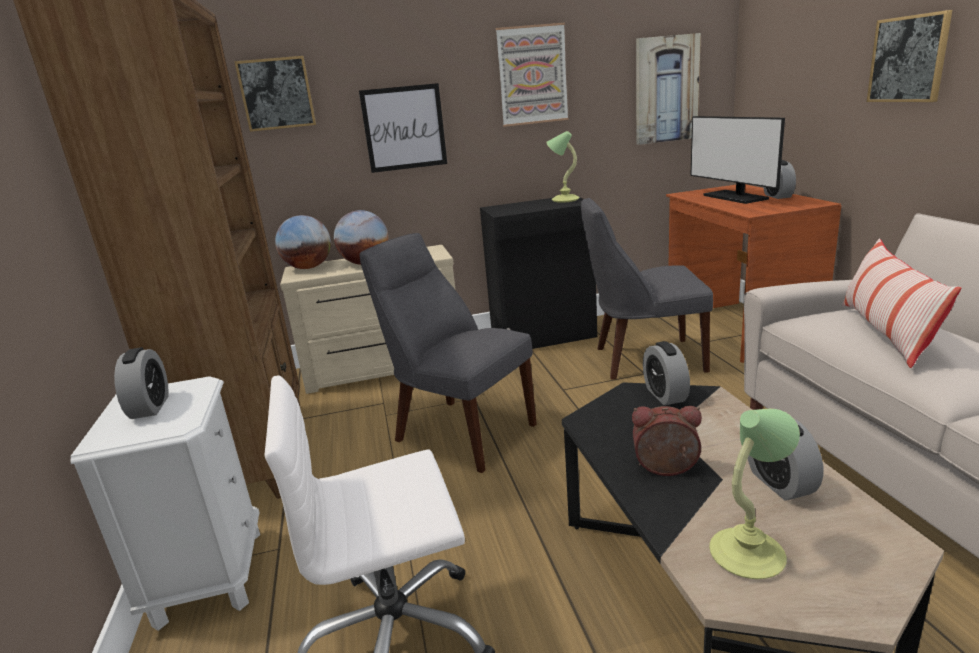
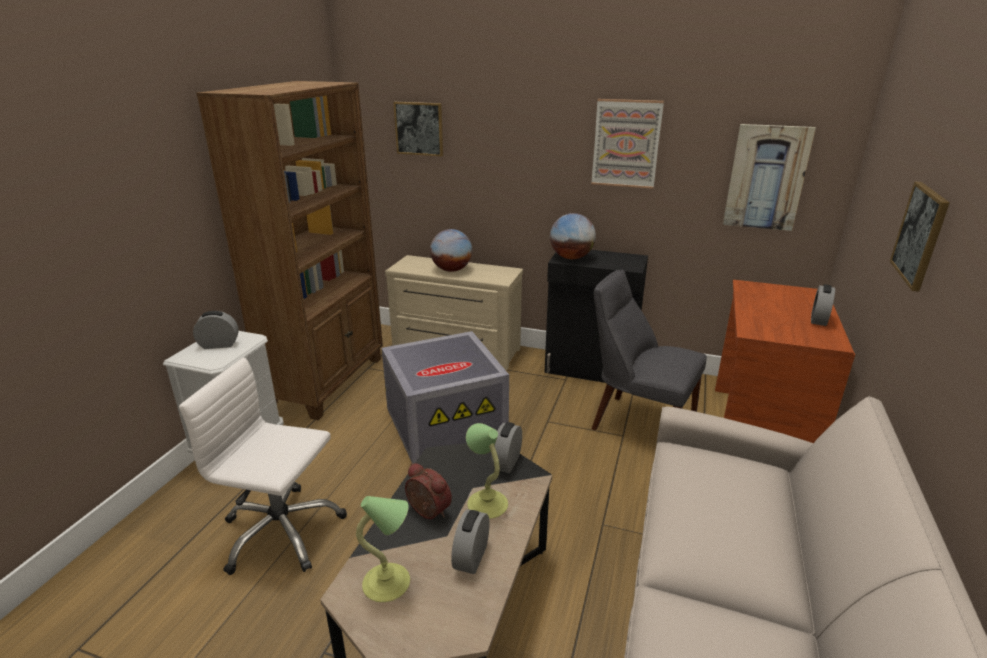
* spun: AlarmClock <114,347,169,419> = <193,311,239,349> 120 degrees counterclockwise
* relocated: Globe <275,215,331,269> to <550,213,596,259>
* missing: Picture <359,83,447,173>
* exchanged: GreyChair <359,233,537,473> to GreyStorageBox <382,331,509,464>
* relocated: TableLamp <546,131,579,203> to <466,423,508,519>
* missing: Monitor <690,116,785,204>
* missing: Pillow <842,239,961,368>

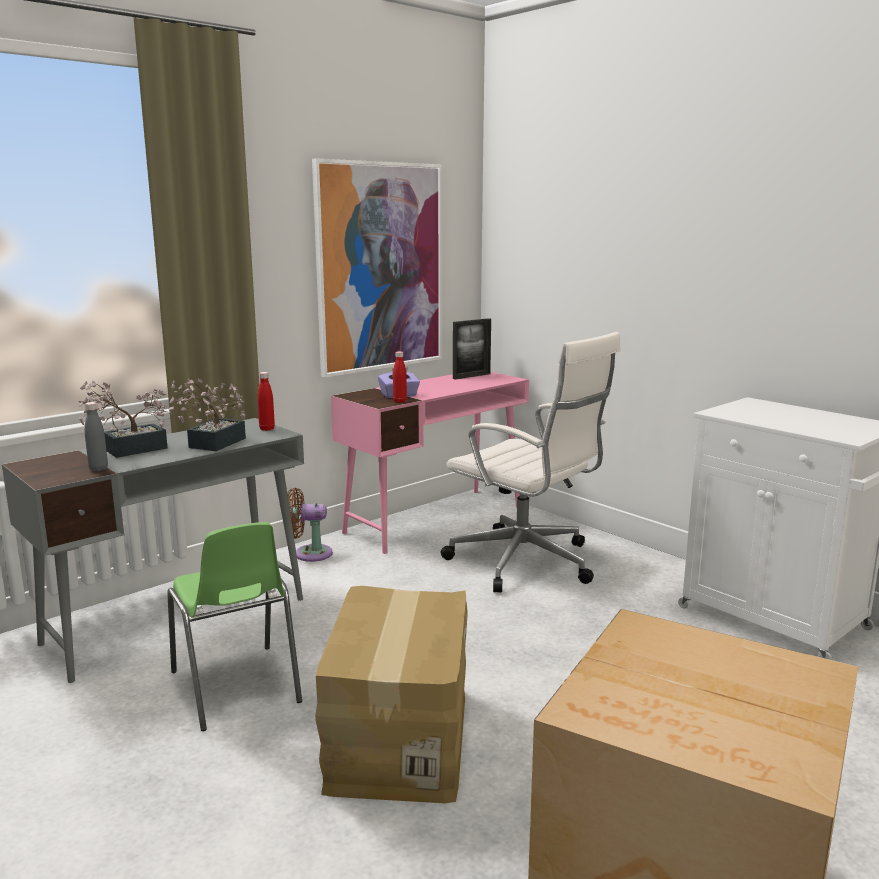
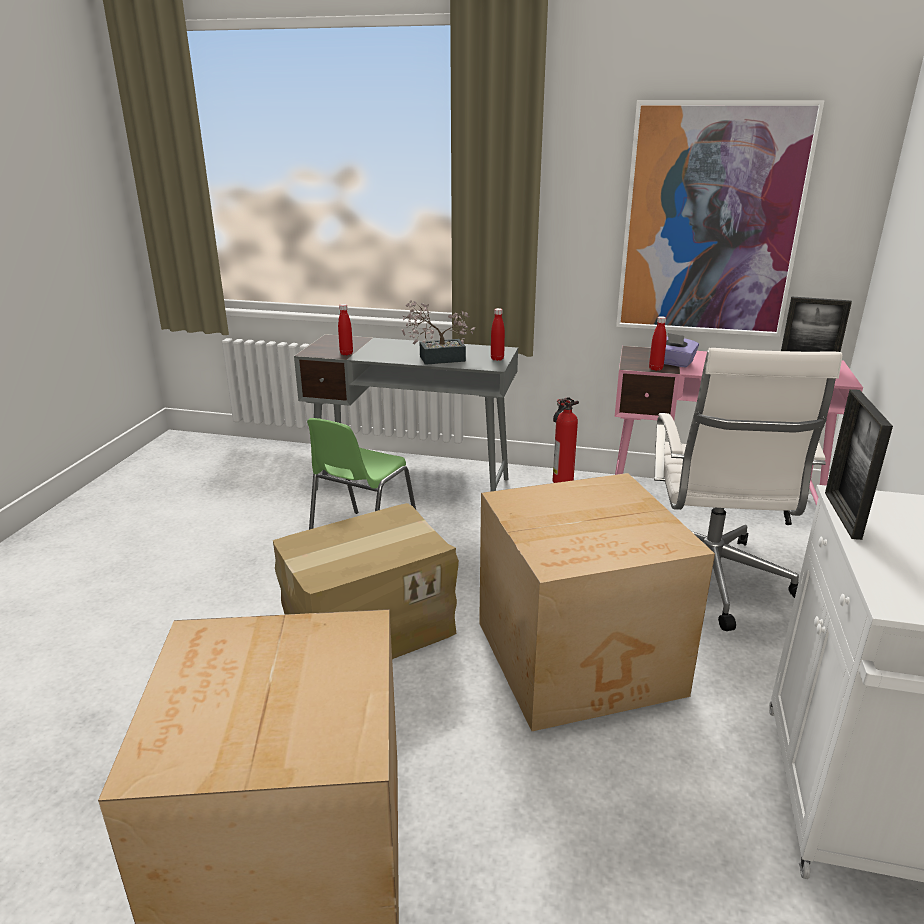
* missing: PottedPlant <79,381,174,458>
* colour: GreyBottle <85,402,108,471> to RedBottle <338,304,353,355>
* exchanged: BrownFan <287,488,333,562> to FireExtinguisher <553,397,579,483>
* appeared: CardboardBox <479,473,715,731>
* appeared: PictureFrame <825,389,893,540>

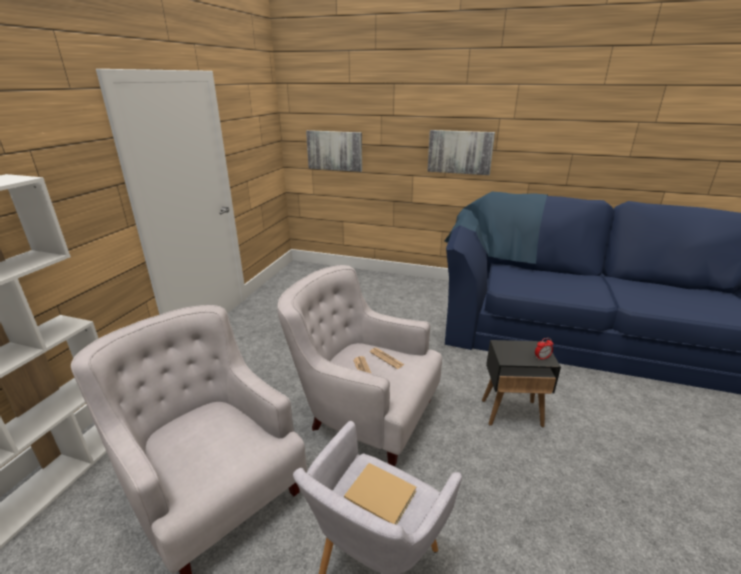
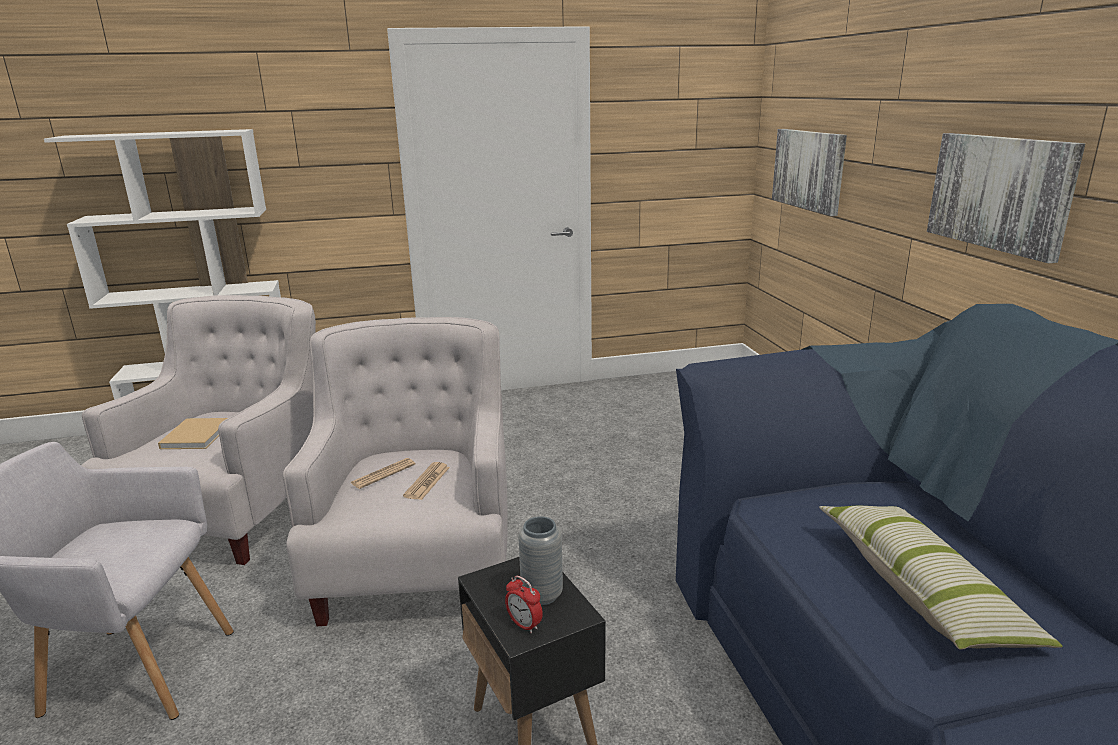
* relocated: BeigeBook <344,463,416,525> to <158,418,227,449>
* appeared: GreyVase <518,516,563,605>
* appeared: Pillow <819,506,1063,650>

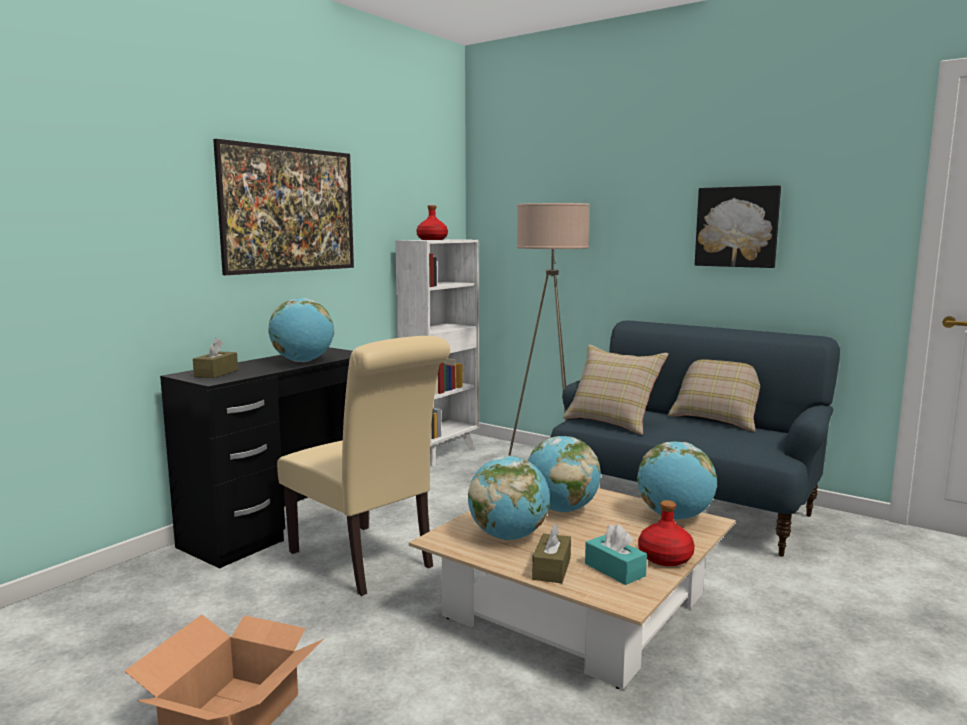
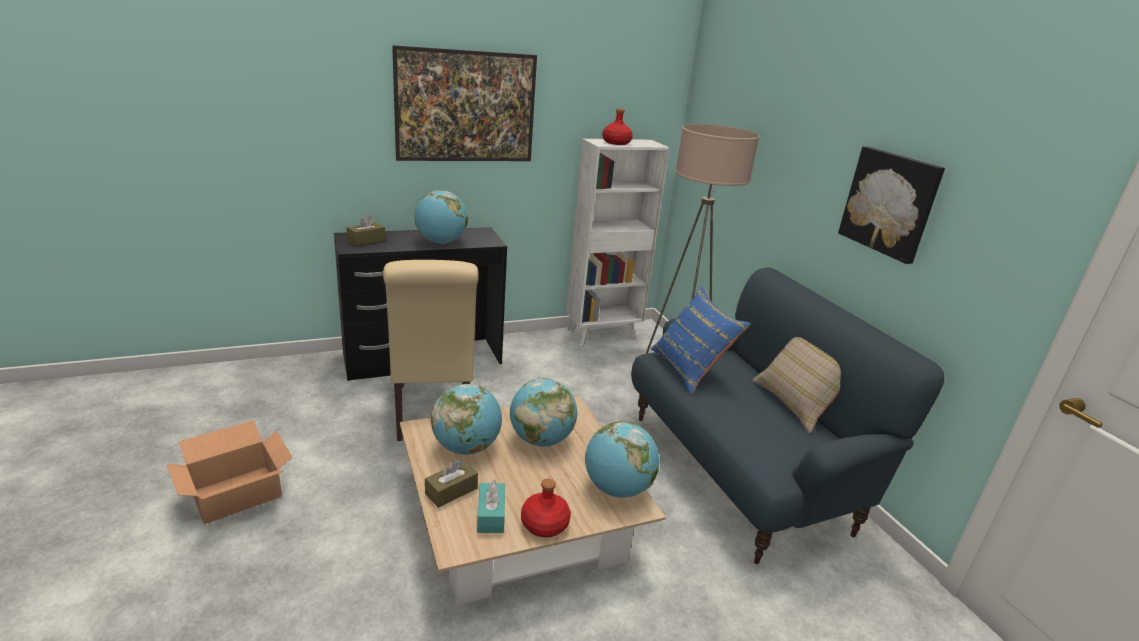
* colour: BeigePillow <563,344,668,435> to BluePillow <651,287,751,394>

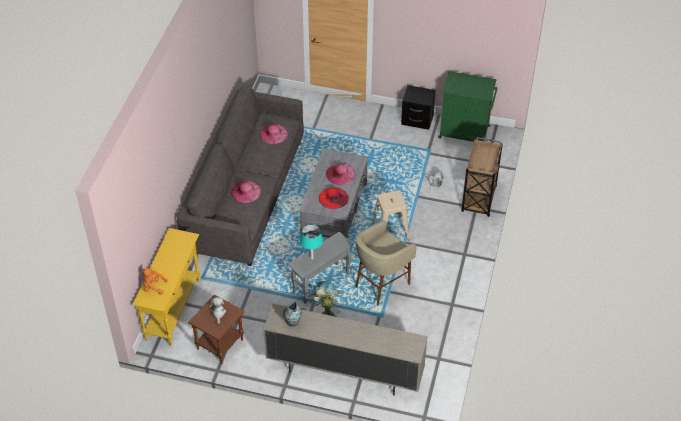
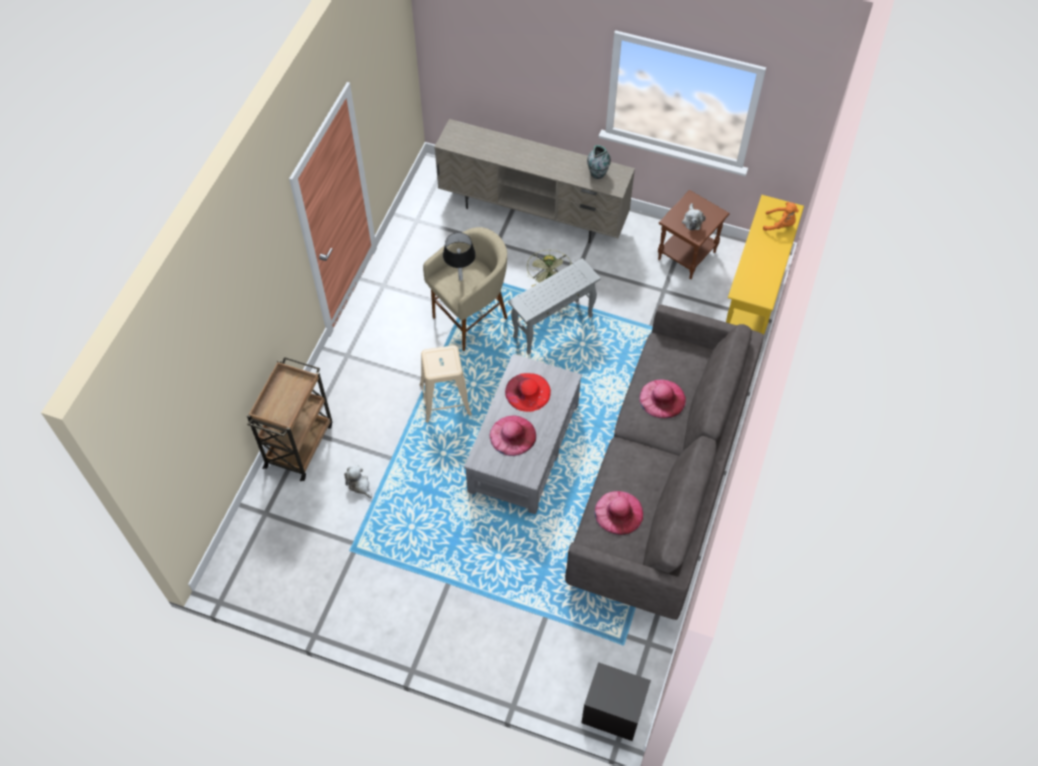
* missing: TurquoiseTableLamp <300,224,323,260>
* relocated: BlackNightstand <401,85,436,130> to <581,662,651,741>
* missing: GreenCabinet <438,71,497,142>
* appeared: BlackTableLamp <443,233,476,281>

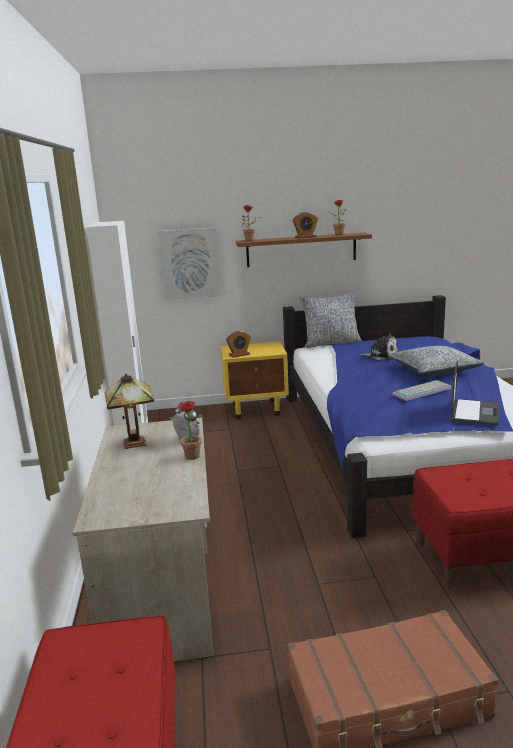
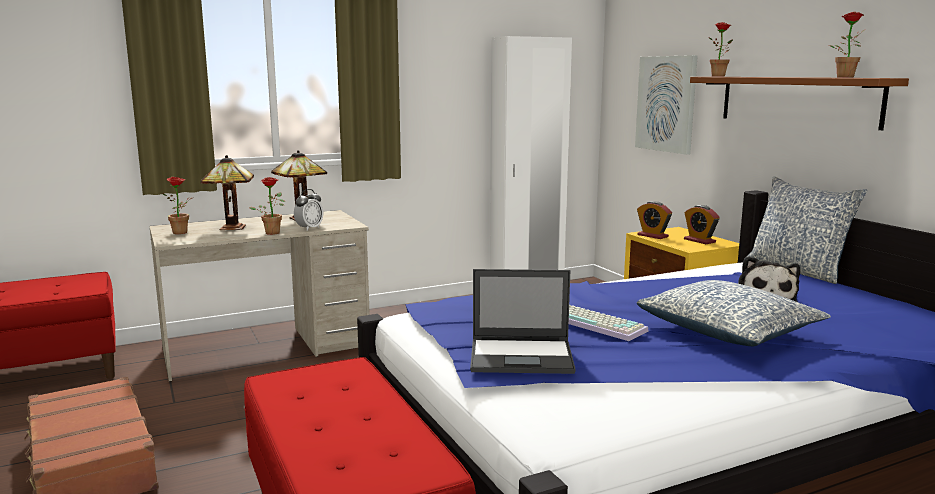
* relocated: AlarmClock <293,212,318,238> to <684,205,720,244>
* appeared: PottedPlant <162,177,194,234>
* appeared: TableLamp <200,155,254,230>

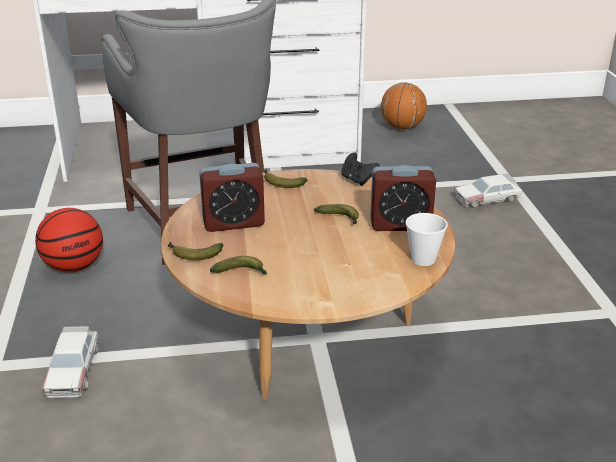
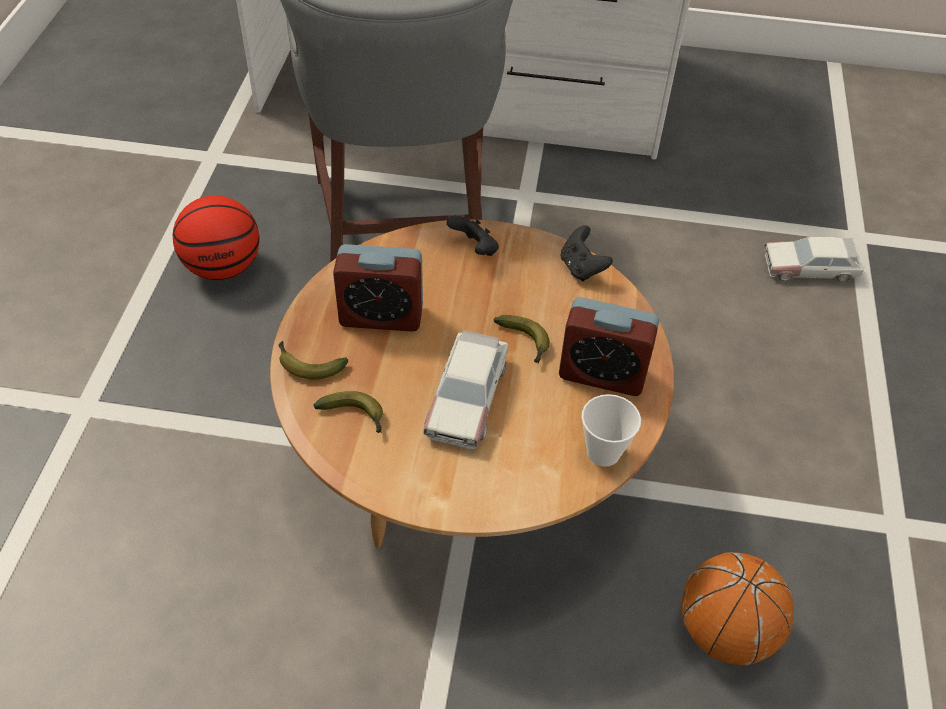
* relocated: ToyCar <42,326,98,398> to <423,331,508,449>
* exchanged: Banana <264,169,307,188> to BlackGameController <447,216,499,256>
* relocated: Basketball <381,83,427,129> to <682,552,794,665>

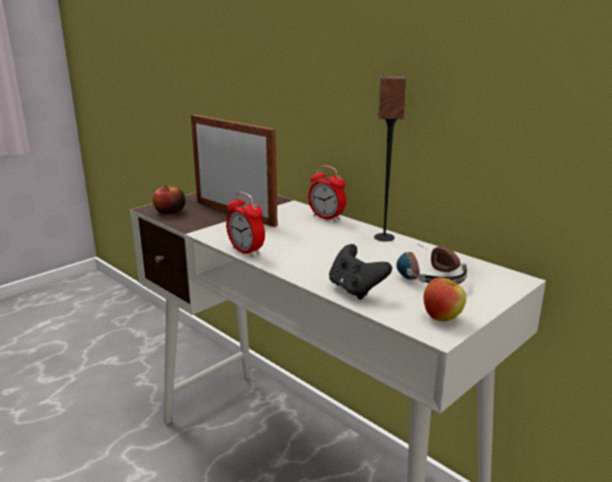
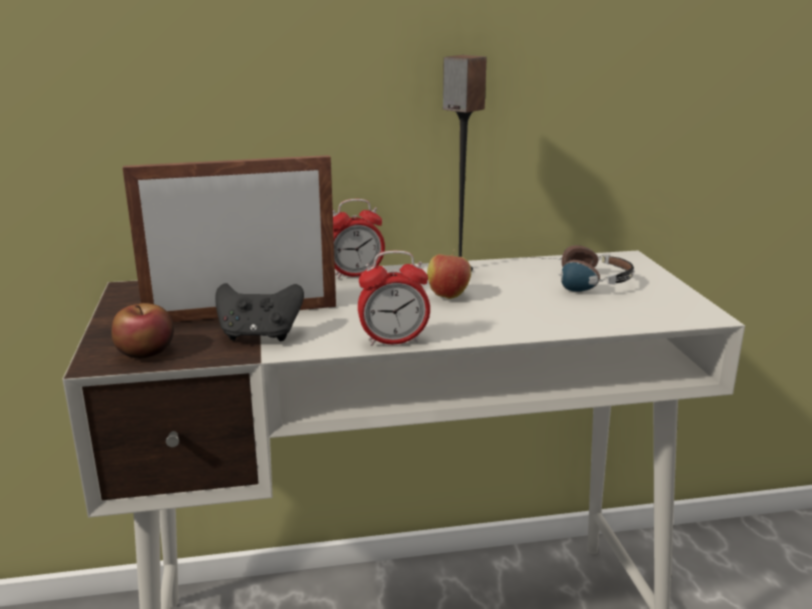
* relocated: BlackGameController <329,244,392,300> to <215,283,304,341>
* relocated: Apple <423,277,466,322> to <427,249,471,299>

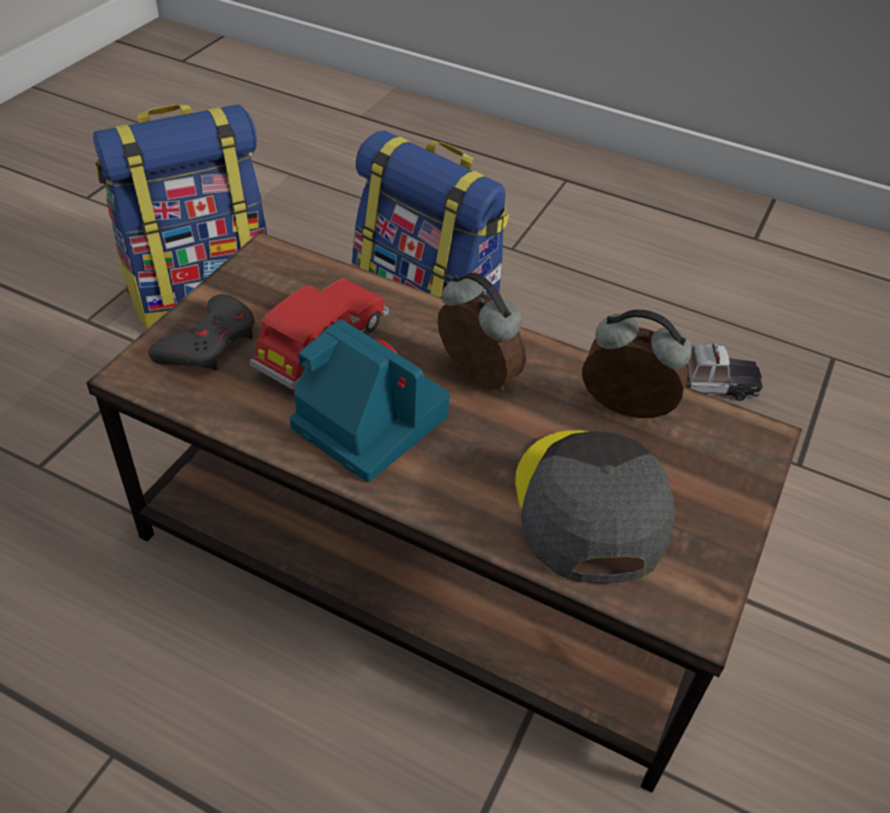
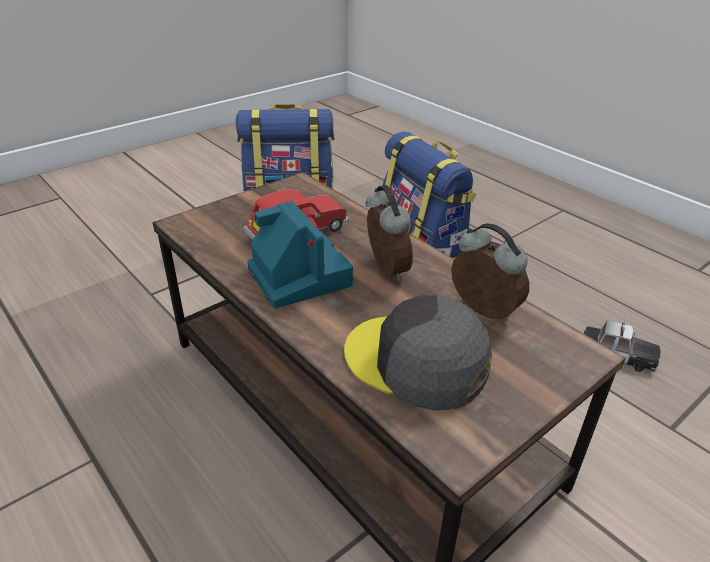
* missing: GreyGameController <148,294,255,371>
* spun: GreyCap <515,430,675,583> = <344,295,492,411> 75 degrees counterclockwise

